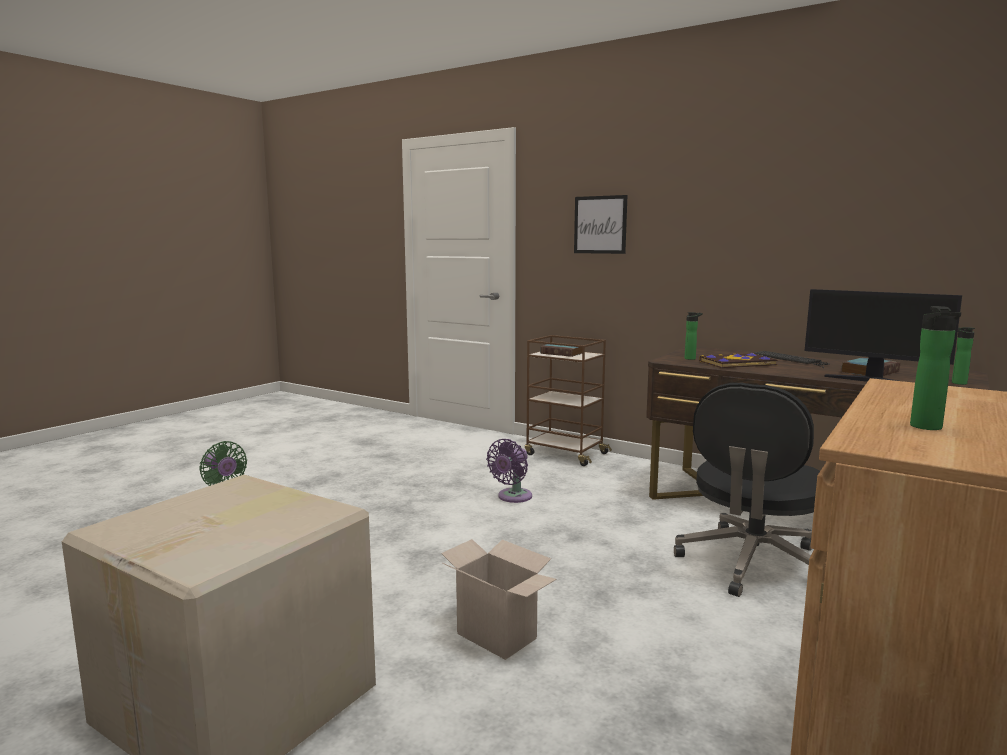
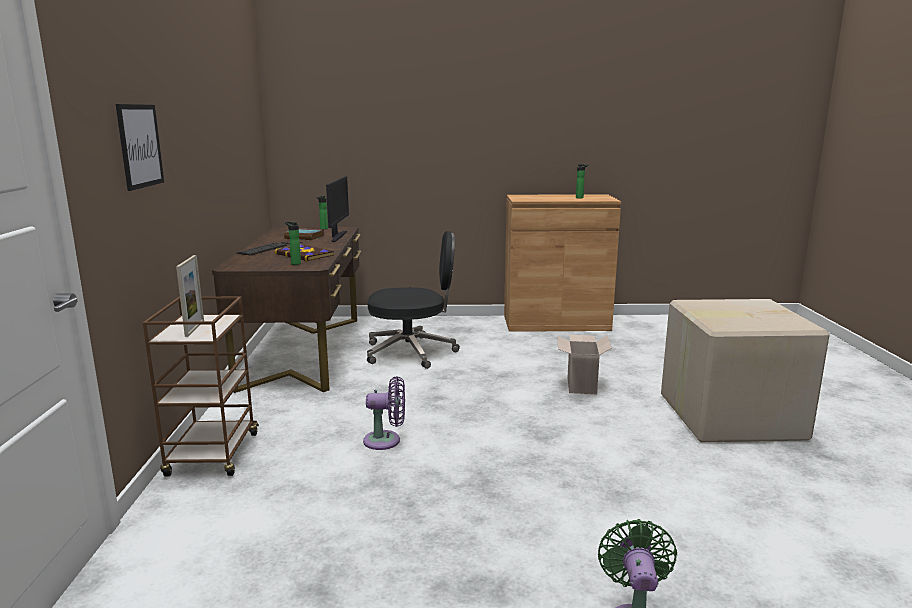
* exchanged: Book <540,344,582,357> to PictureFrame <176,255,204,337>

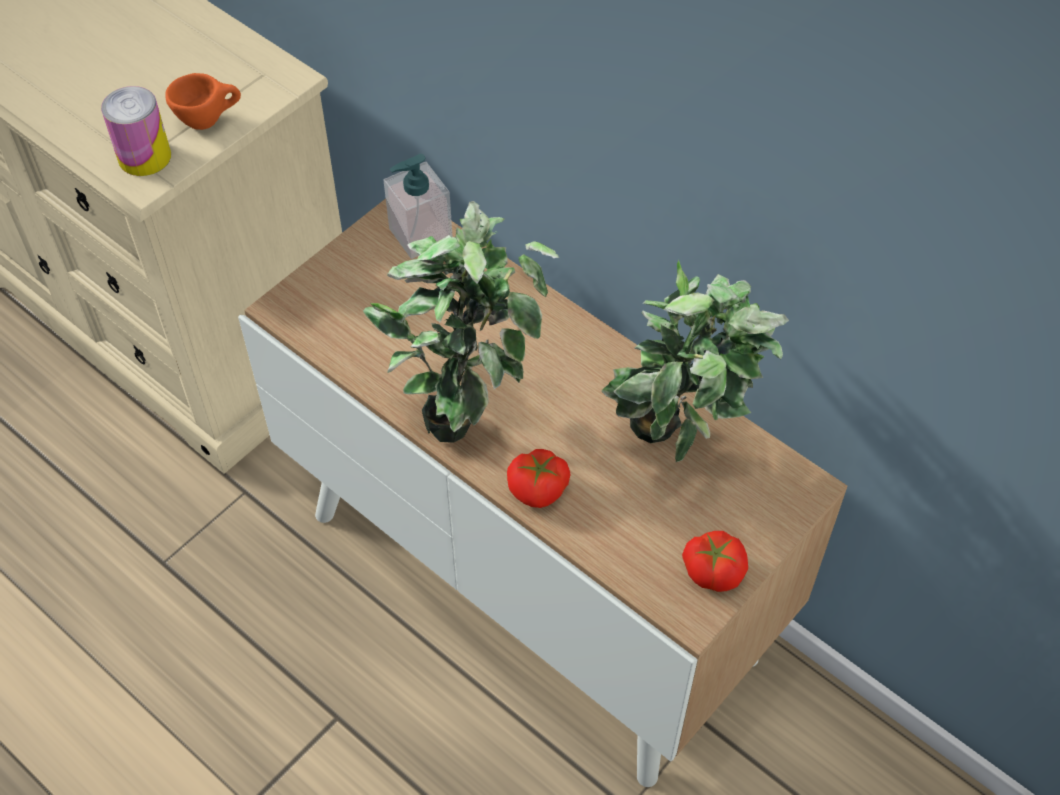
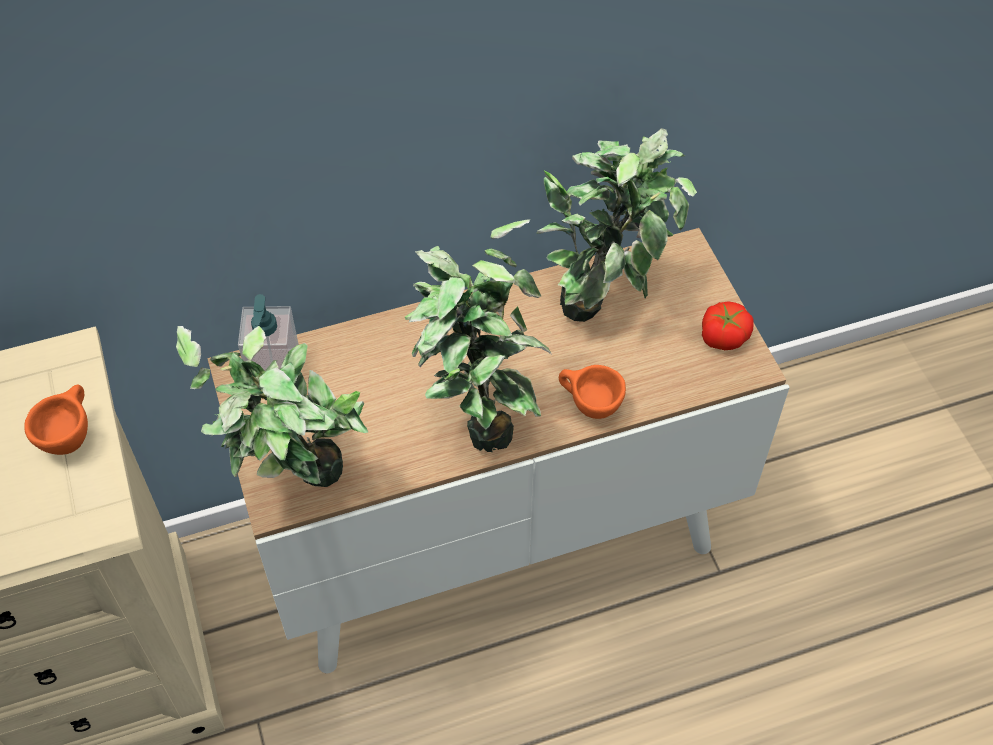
* missing: Can <101,86,171,176>
* exchanged: Tomato <507,449,571,508> to OrangeCup <559,365,626,419>
* appeared: PottedPlant <176,326,368,487>

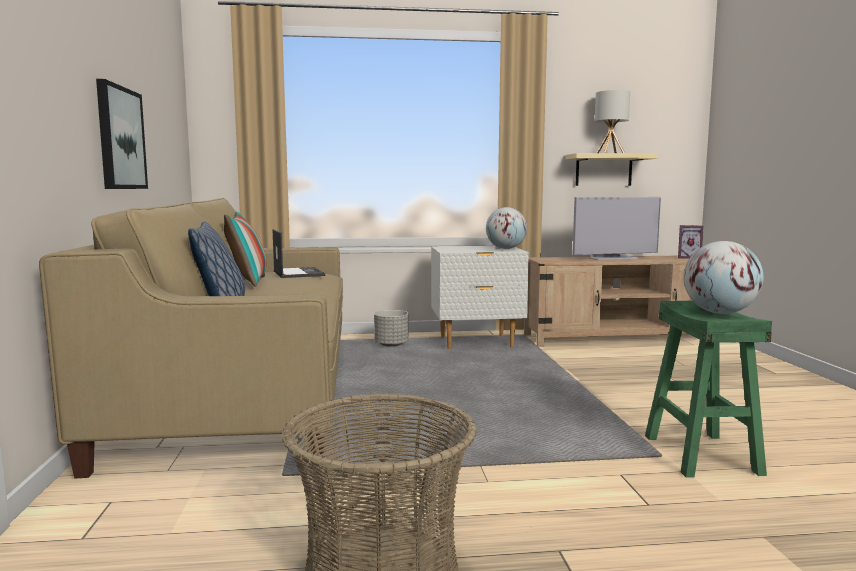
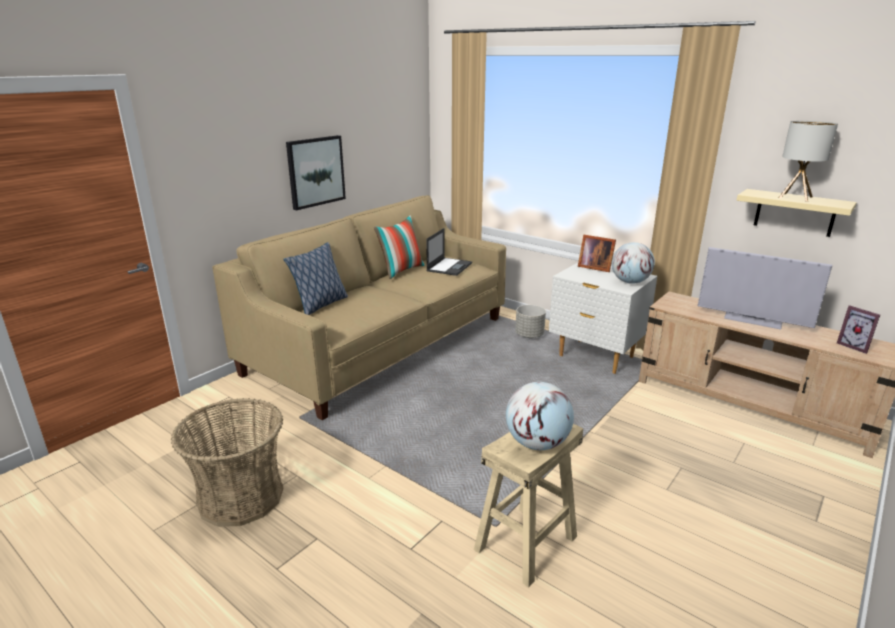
* colour: GreenStool <645,301,772,478> to BeigeStool <474,424,583,588>
* appeared: PictureFrame <578,235,616,272>

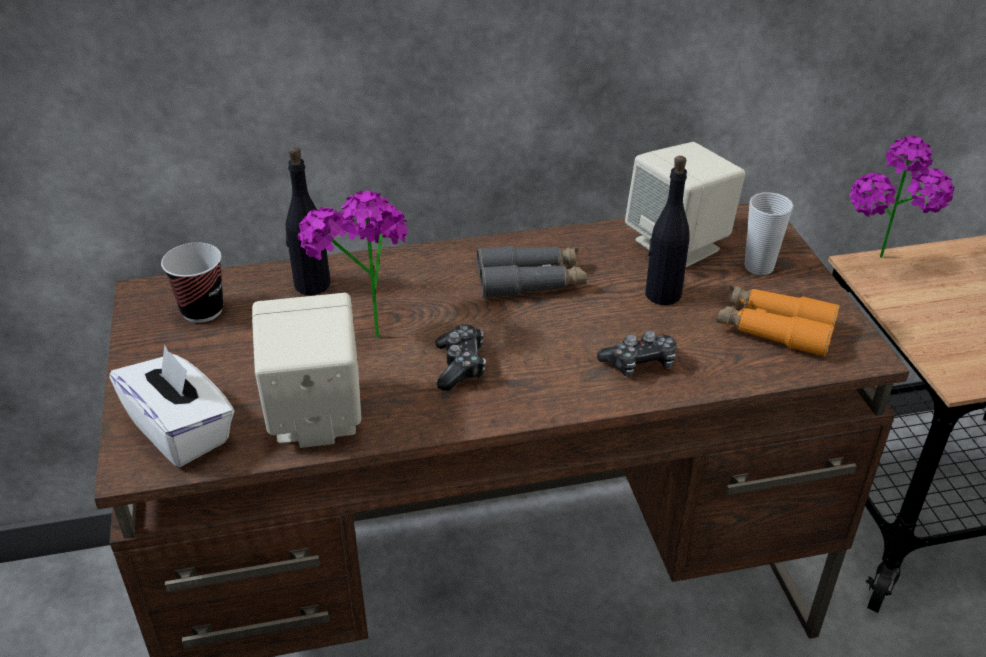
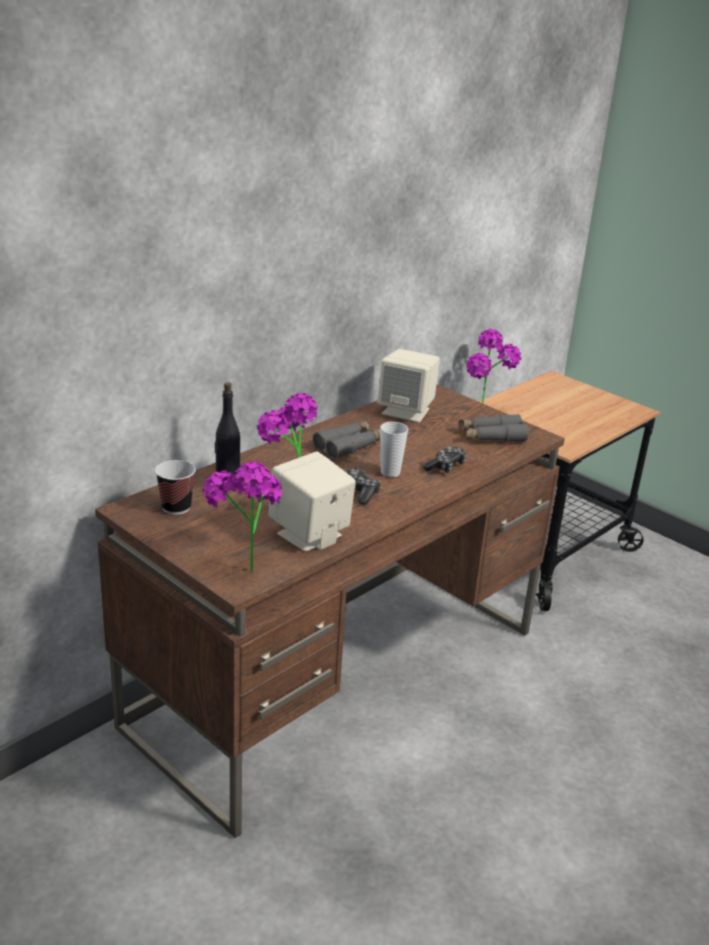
* exchanged: WhiteTissueBox <109,345,234,467> to PottedPlant <203,461,283,571>
* missing: BlackBottle <645,156,690,305>
* colour: OrangeBinoculars <717,286,840,357> to GreyBinoculars <458,414,529,442>
* relocated: Cup <745,192,794,275> to <380,422,408,477>

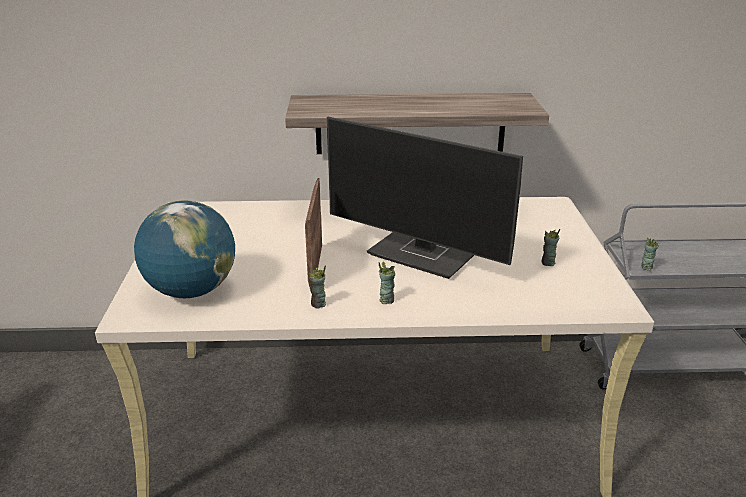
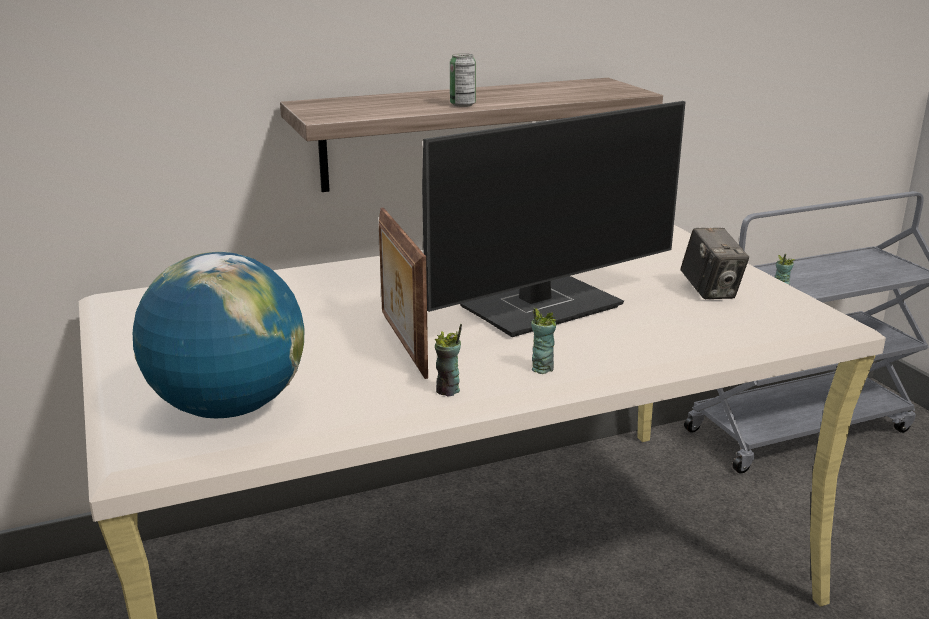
* spun: Monitor <327,117,523,279> = <422,101,686,337> 45 degrees counterclockwise
* exchanged: Cup <541,229,560,266> to PhotoCamera <680,228,749,299>
* appeared: Can <450,53,476,107>

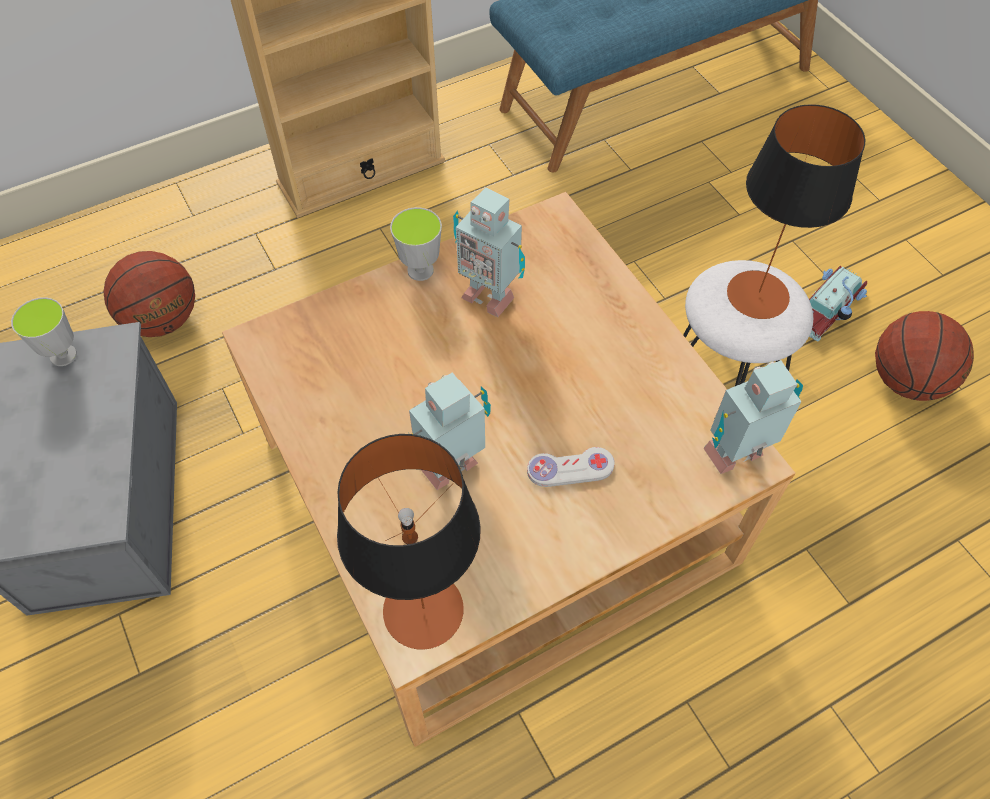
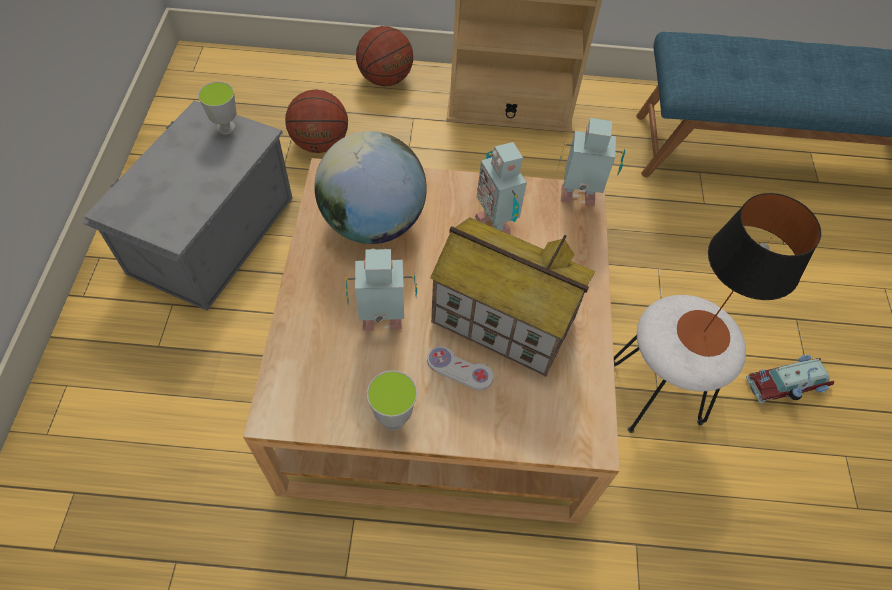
* missing: TableLamp <337,434,481,650>
* relocated: Cup <390,207,442,281> to <367,370,417,431>
* relocated: ToyRobot <704,360,803,474> to <557,118,625,206>
* relocated: Basketball <875,311,974,401> to <356,26,413,86>
* appeared: Globe <315,131,427,244>
* appeared: ToyHouse <430,217,595,377>

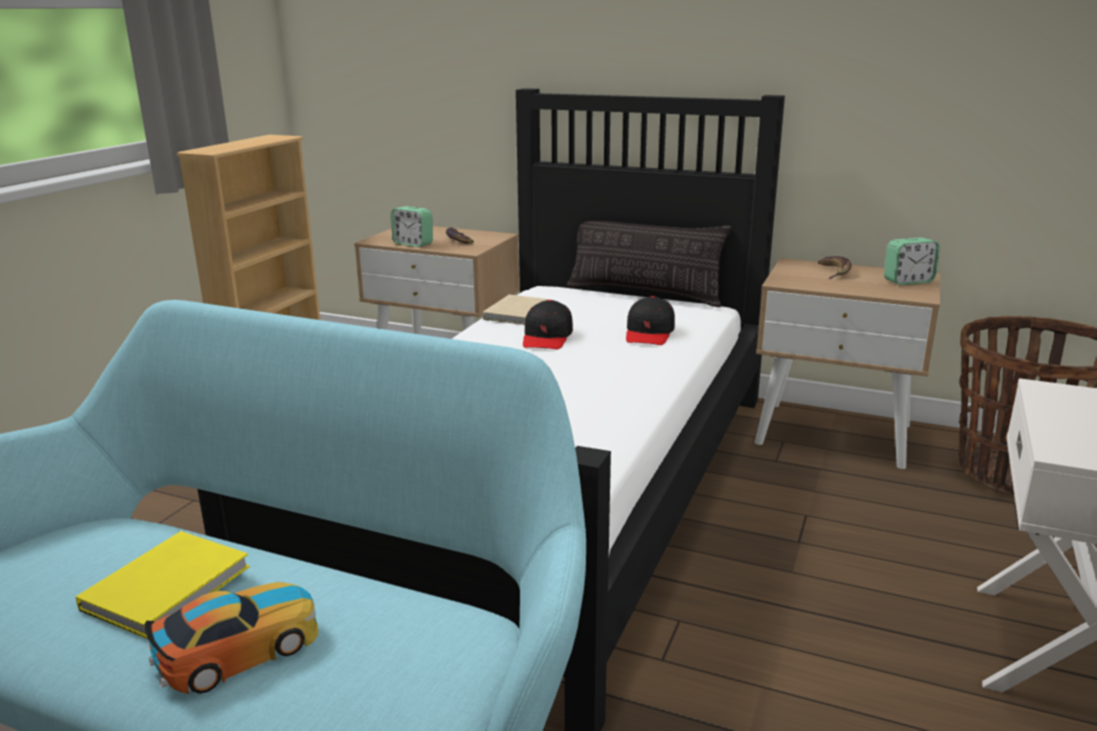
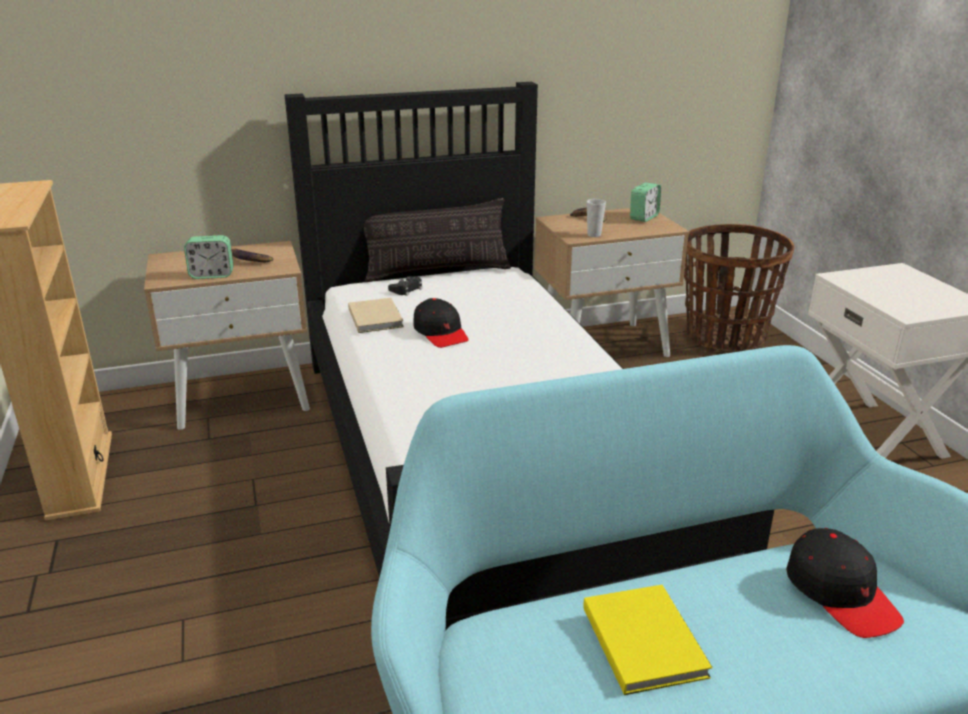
* missing: ToyCar <145,582,318,694>
* relocated: BlackCap <626,296,675,345> to <786,528,904,638>
* appeared: BlackGameController <388,276,422,296>
* appeared: Cup <587,199,606,237>

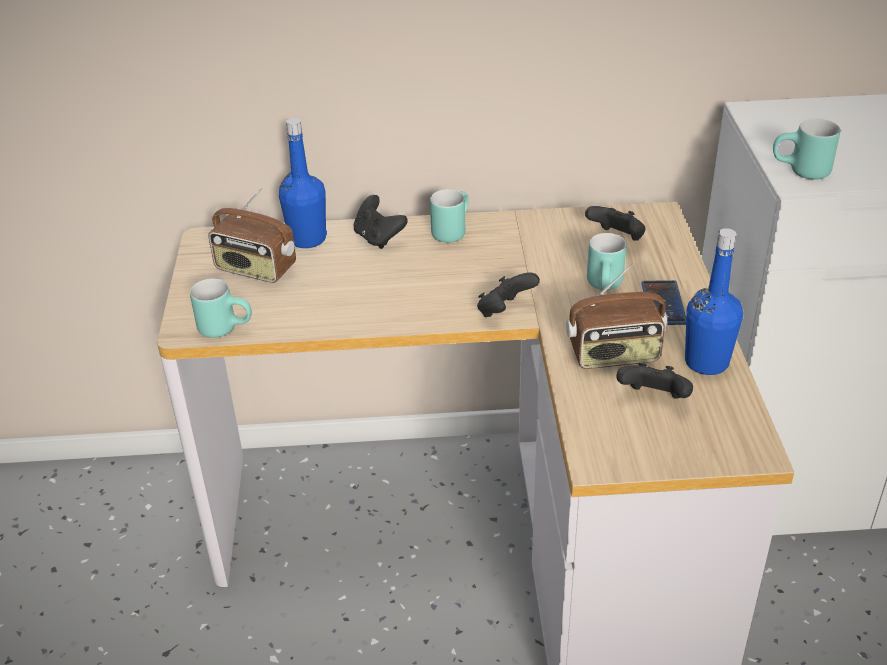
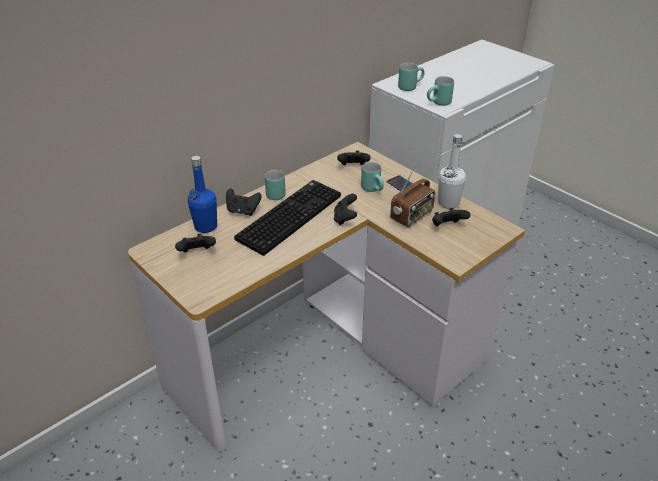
* relocated: TurquoiseMug <190,279,252,338> to <398,63,425,91>
* exchanged: Radio <208,187,296,283> to BlackGameController <175,234,216,252>
* colour: BlueBottle <685,228,743,375> to WhiteBottle <438,134,466,209>
* appeared: Keyboard <234,180,341,256>

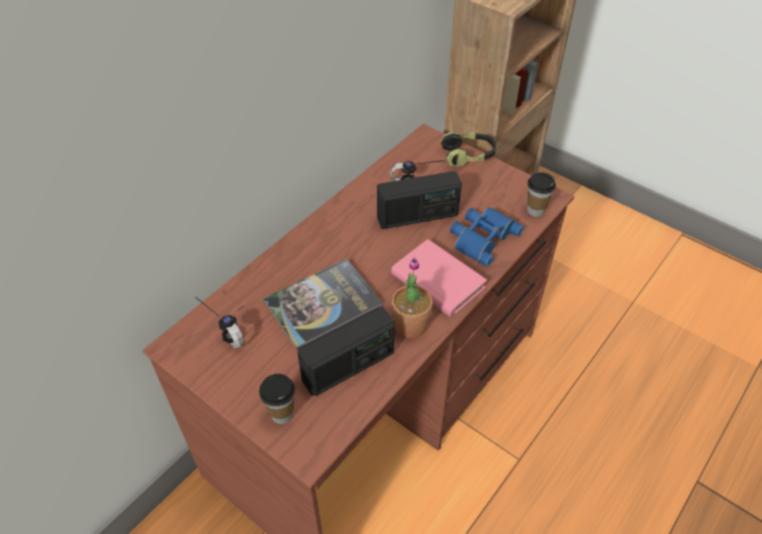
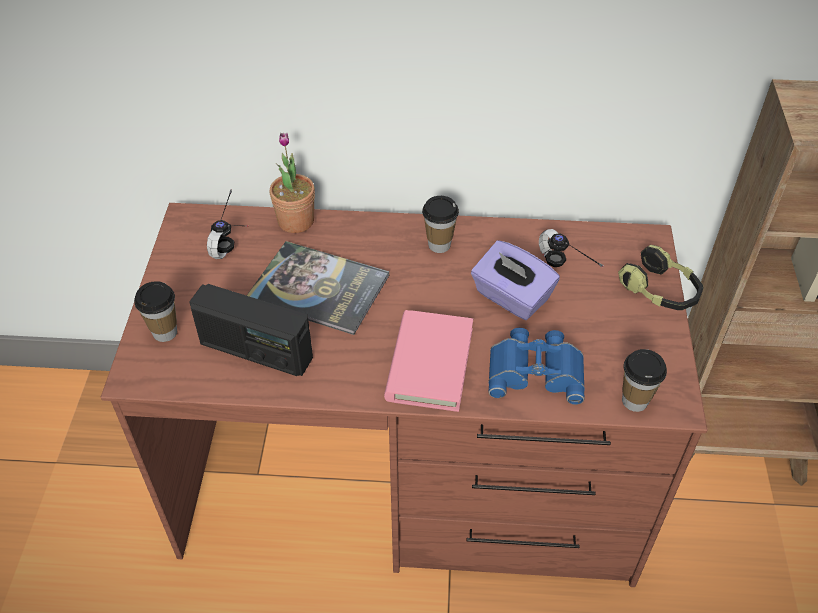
* exchanged: Radio <377,171,462,229> to PurpleTissueBox <471,240,560,320>
* relocated: PottedPlant <392,257,433,338> to <270,133,315,233>
* appeared: Cup <422,196,459,253>

